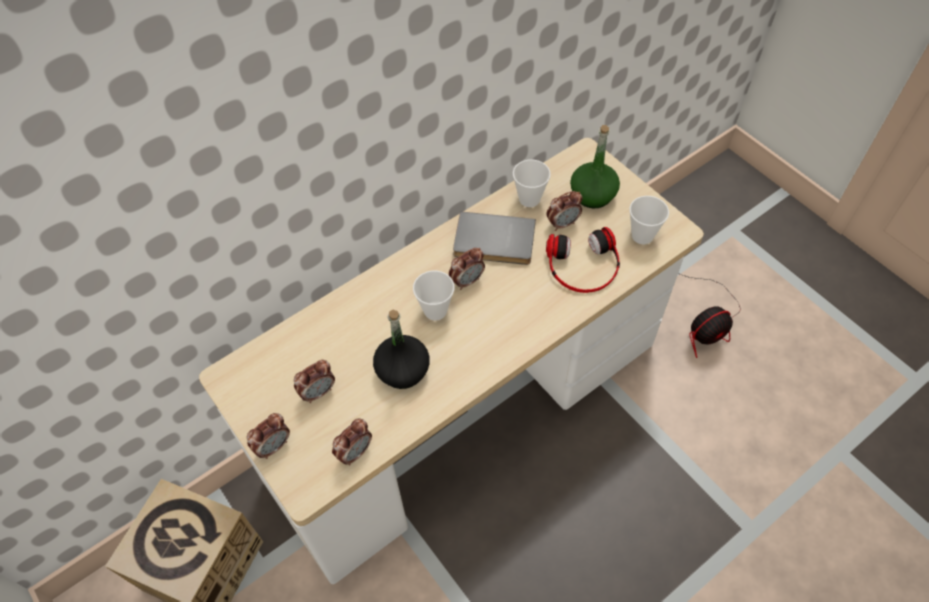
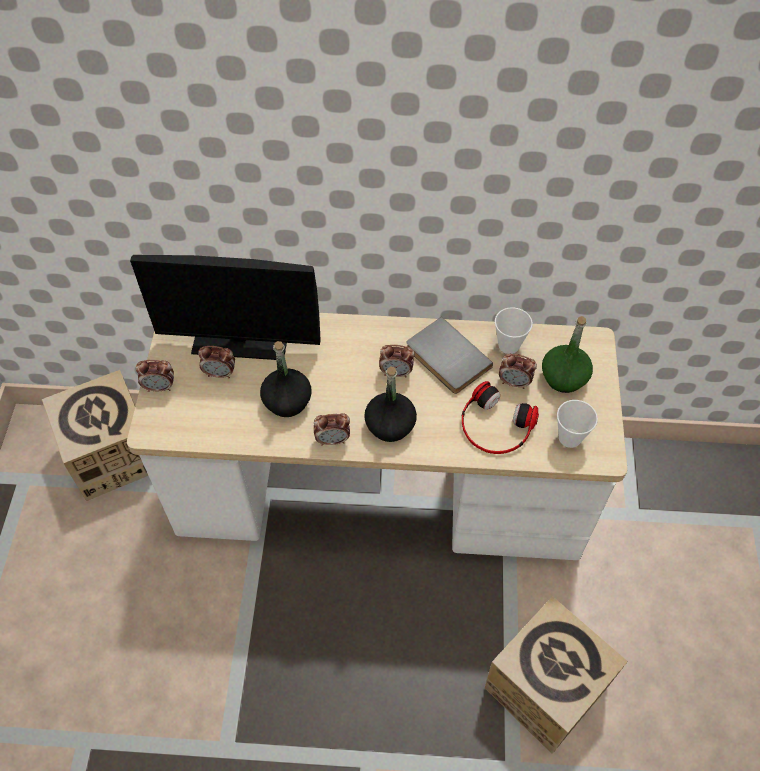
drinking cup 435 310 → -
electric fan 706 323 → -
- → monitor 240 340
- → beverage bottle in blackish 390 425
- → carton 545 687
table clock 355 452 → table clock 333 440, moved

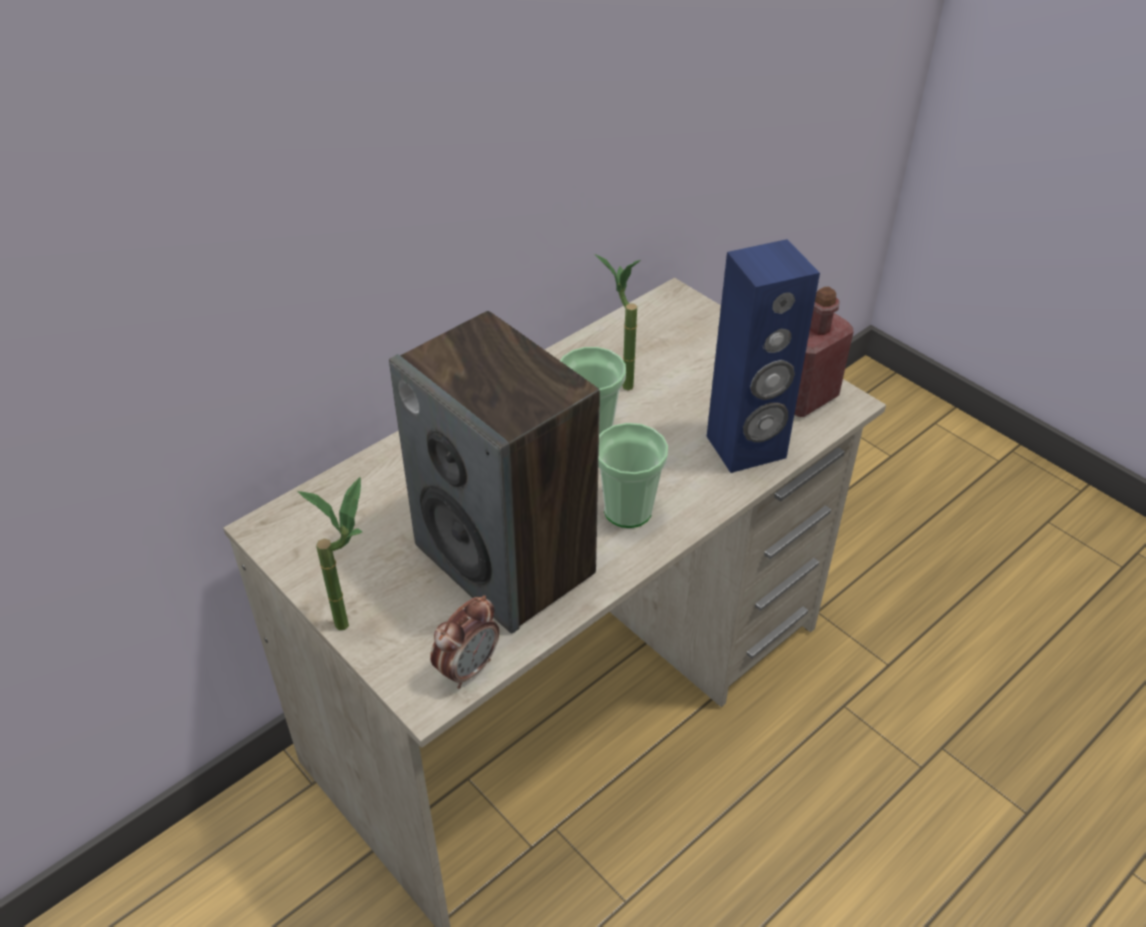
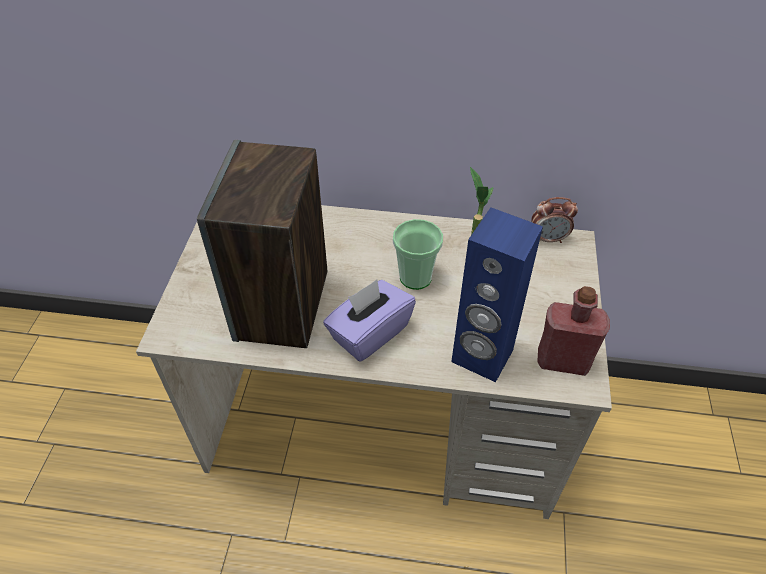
potted plant 356 620 → -
table clock 468 668 → table clock 548 239, moved
drinking cup 628 510 → box of tissues in purple 369 333

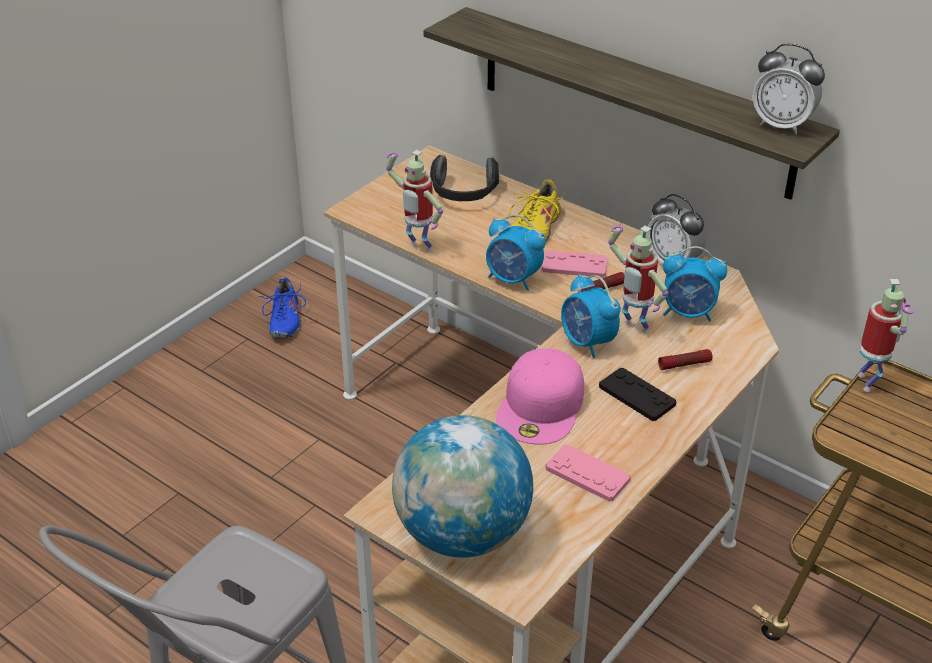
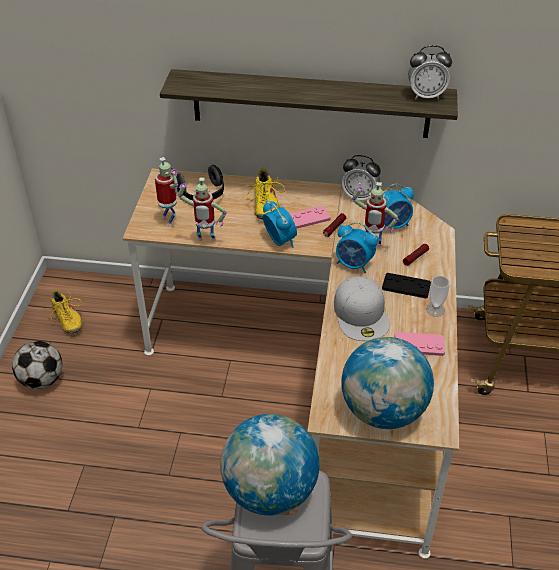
- → football 42 380
- → desk globe 269 491
- → drinking cup 435 310
toy robot 869 383 → toy robot 170 221, moved
item of footwear in blue-coloured 284 320 → item of footwear in yellow-coloured 66 319
baseball cap in pinkish 542 406 → baseball cap in white 361 314
table clock 513 280 → table clock 280 241, 120 degrees counterclockwise

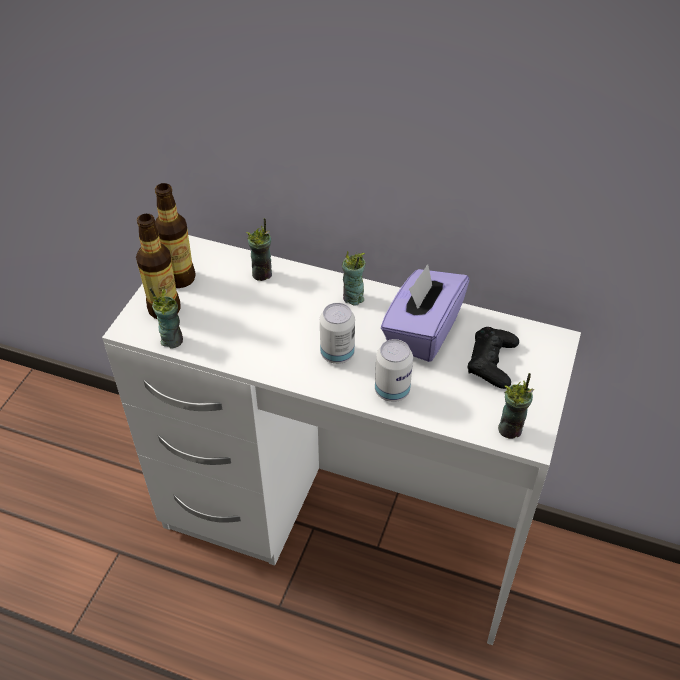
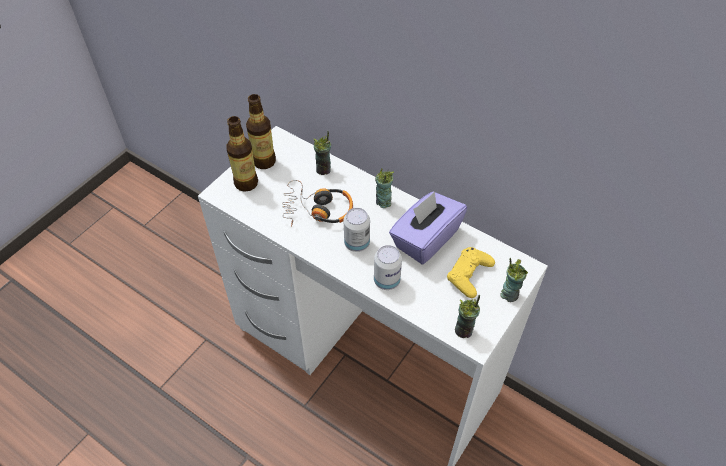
- → headphones 317 210
drinking cup 172 340 → drinking cup 509 294, moved
game controller in blackish 492 362 → game controller in yellow-coloured 469 275

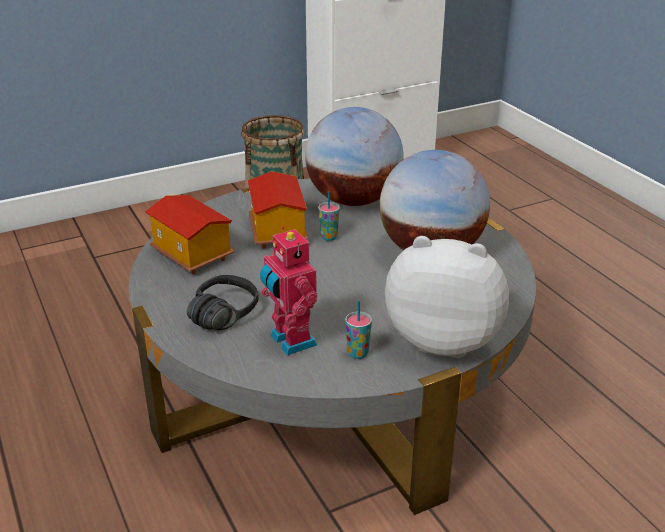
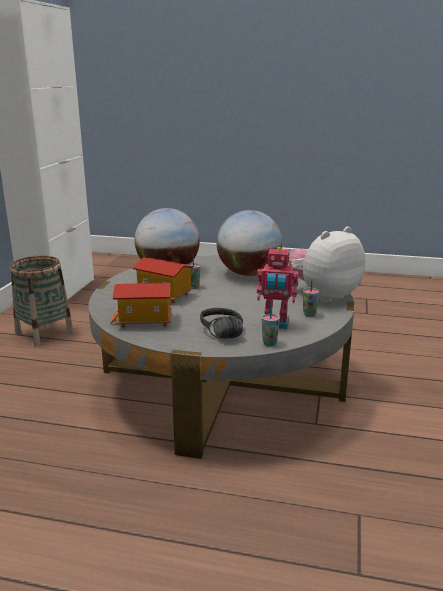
- → drinking cup 269 343

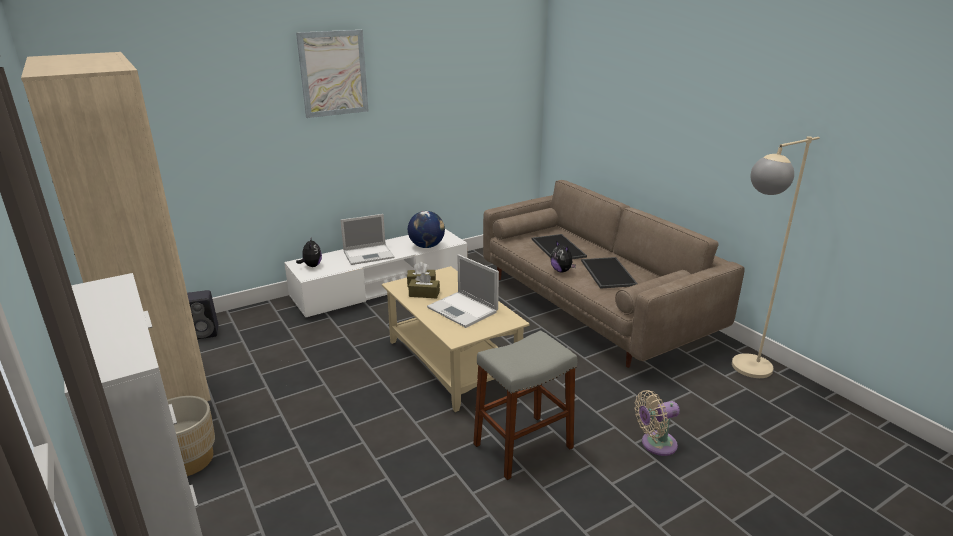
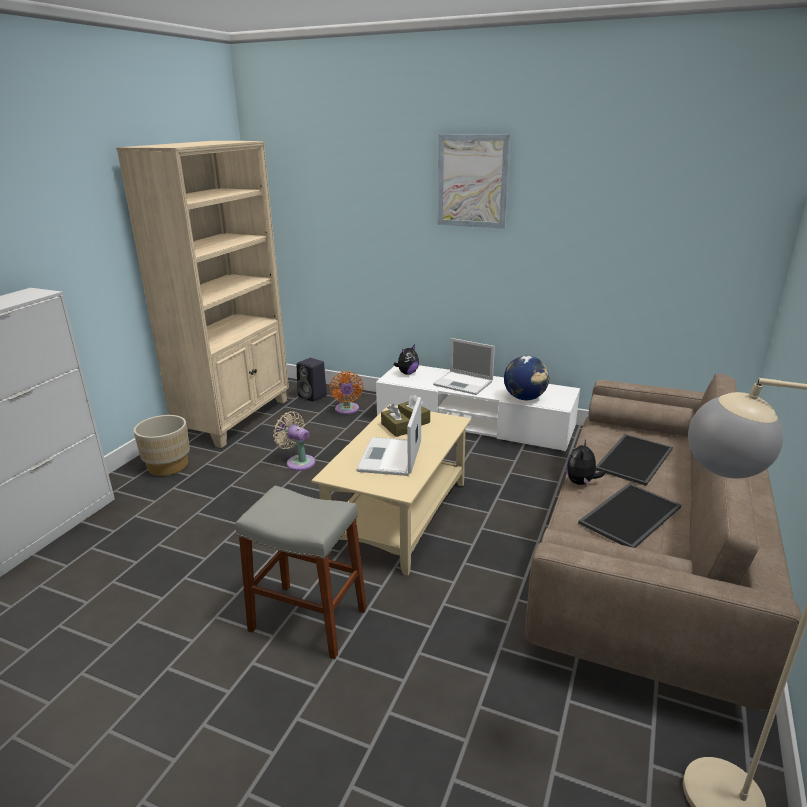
- → electric fan in orange-coloured 347 410
electric fan in beige 655 444 → electric fan in beige 298 462, moved

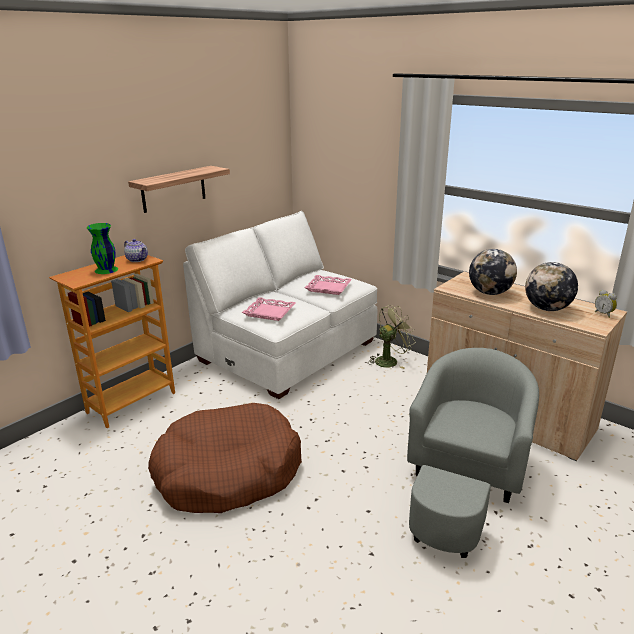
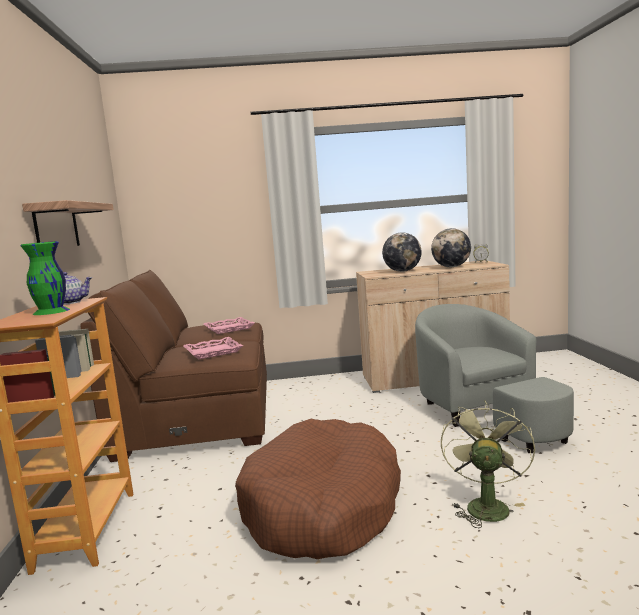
electric fan in green 390 360 → electric fan in green 485 505, moved
settee in white 288 351 → settee in brown 200 416

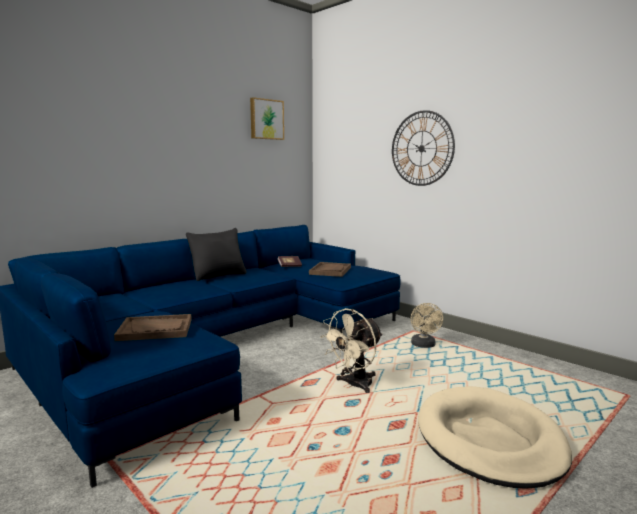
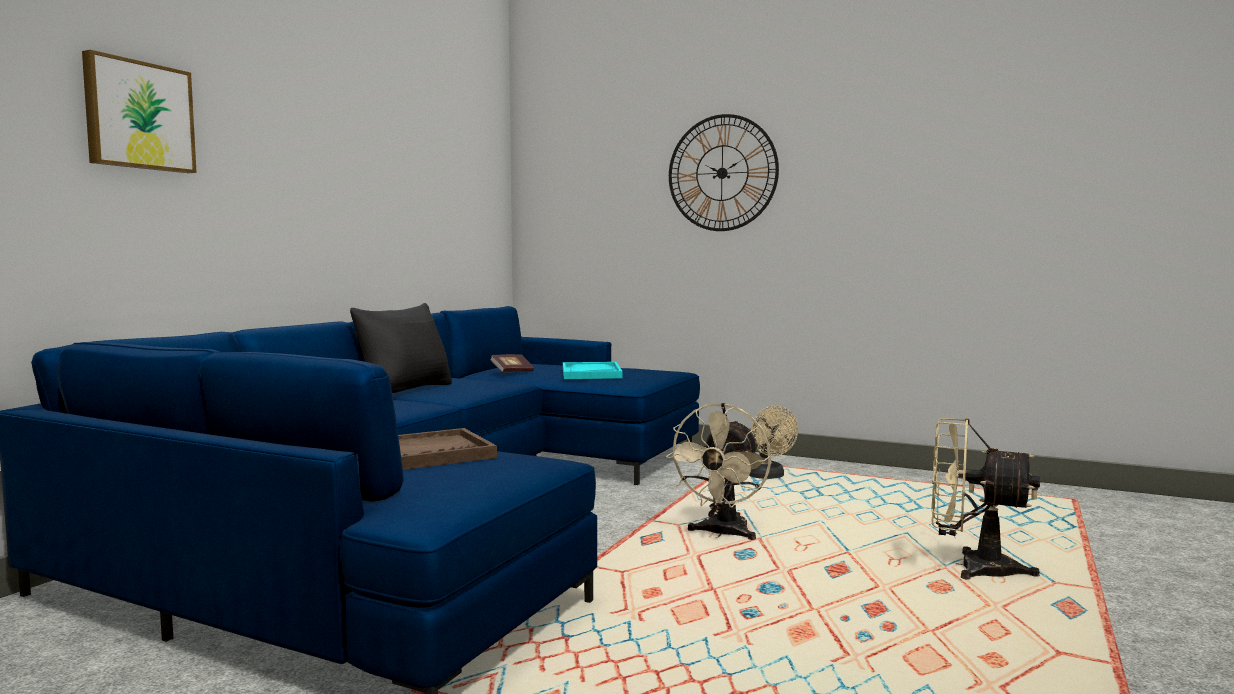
wall picture 266 119 → wall picture 138 116, moved
dog bed in beige 489 440 → electric fan in beige 972 568
carrying tray in brown 330 271 → carrying tray in turquoise-coloured 591 373

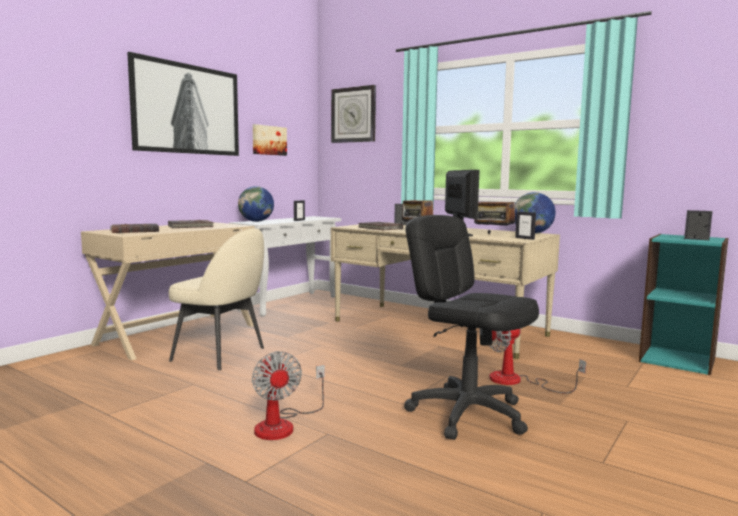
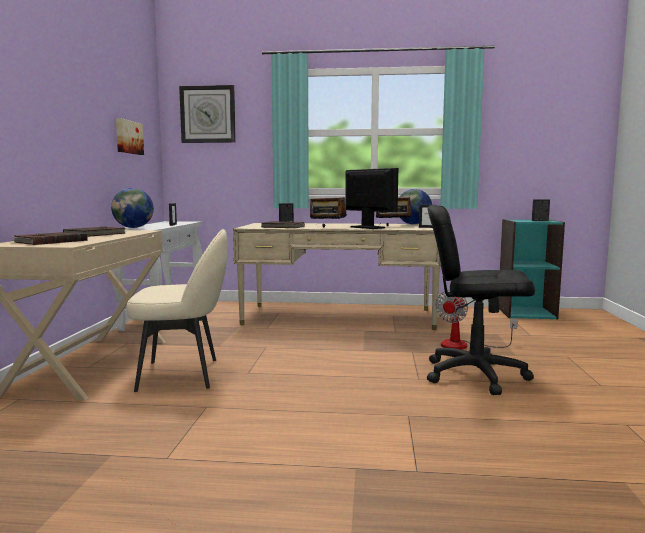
wall picture 187 109 → -
electric fan 283 424 → -

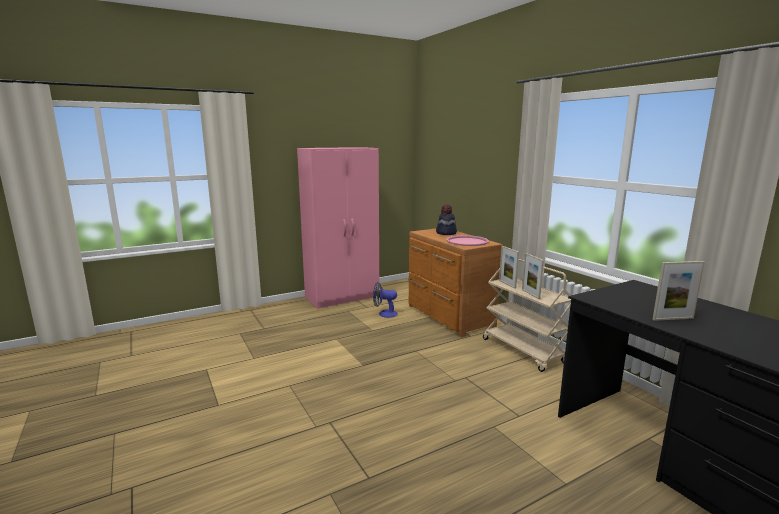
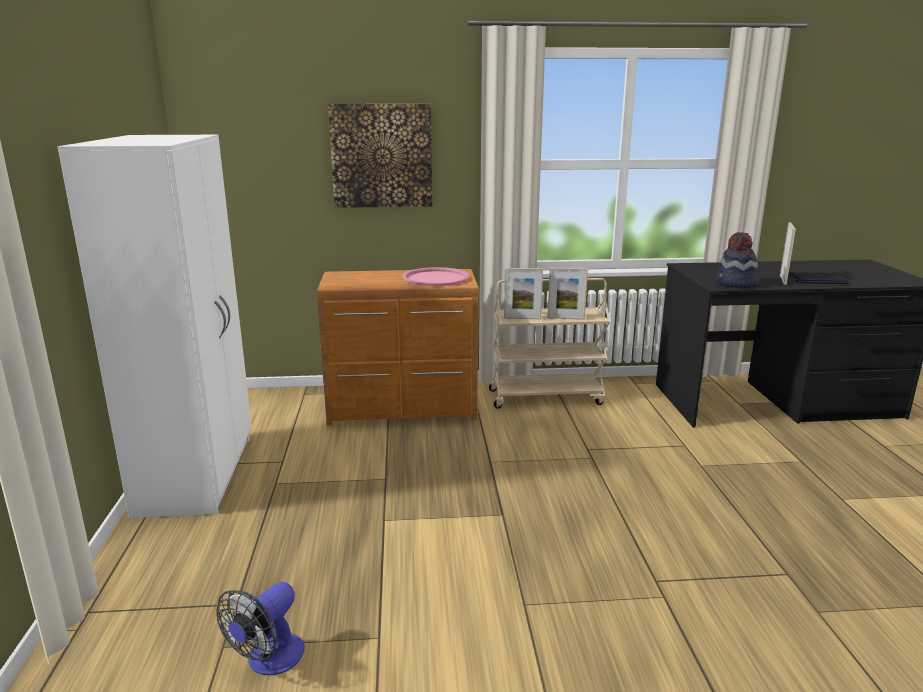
- → wall picture 381 156
- → notebook computer 817 280
electric fan 384 314 → electric fan 268 661, moved
clothing hat 446 233 → clothing hat 736 284, moved
armoire in pinkish 343 297 → armoire in white 198 474

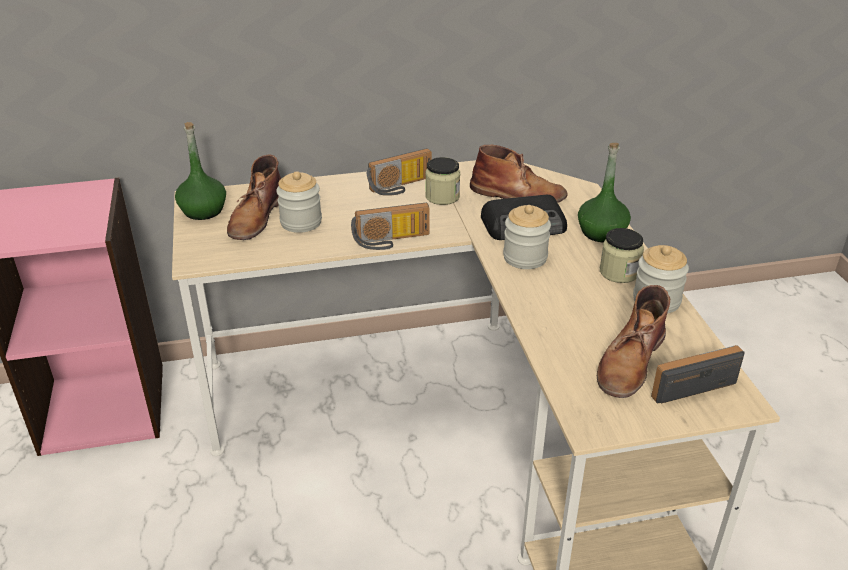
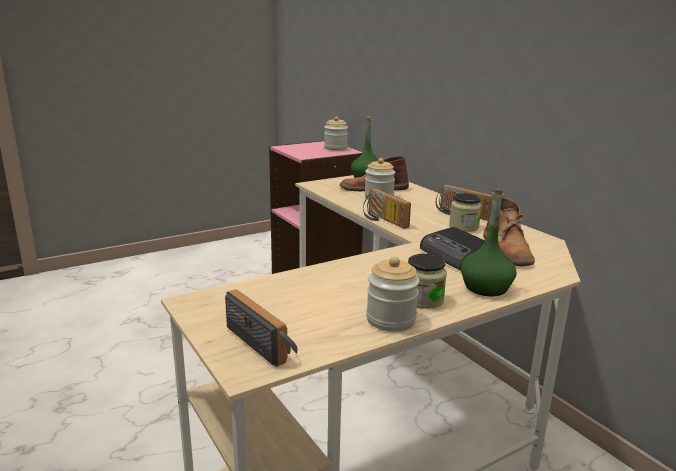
boot in brown 630 361 → -
preserve jar 525 257 → preserve jar 335 148, moved

